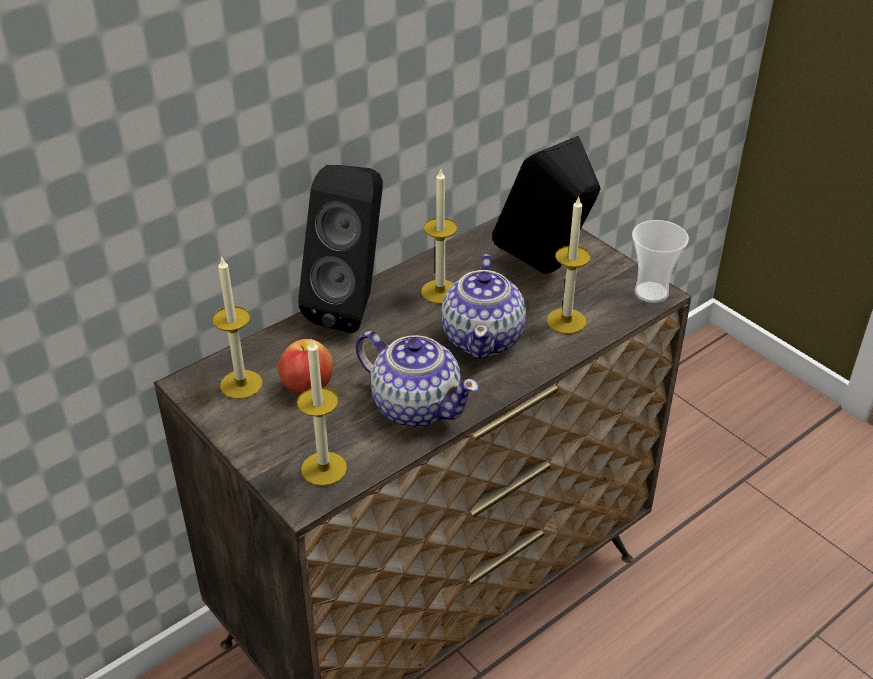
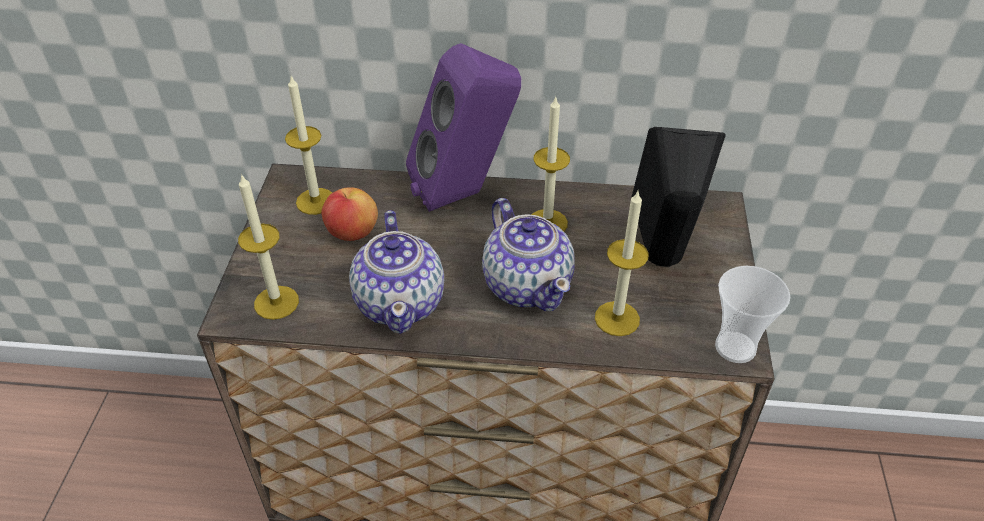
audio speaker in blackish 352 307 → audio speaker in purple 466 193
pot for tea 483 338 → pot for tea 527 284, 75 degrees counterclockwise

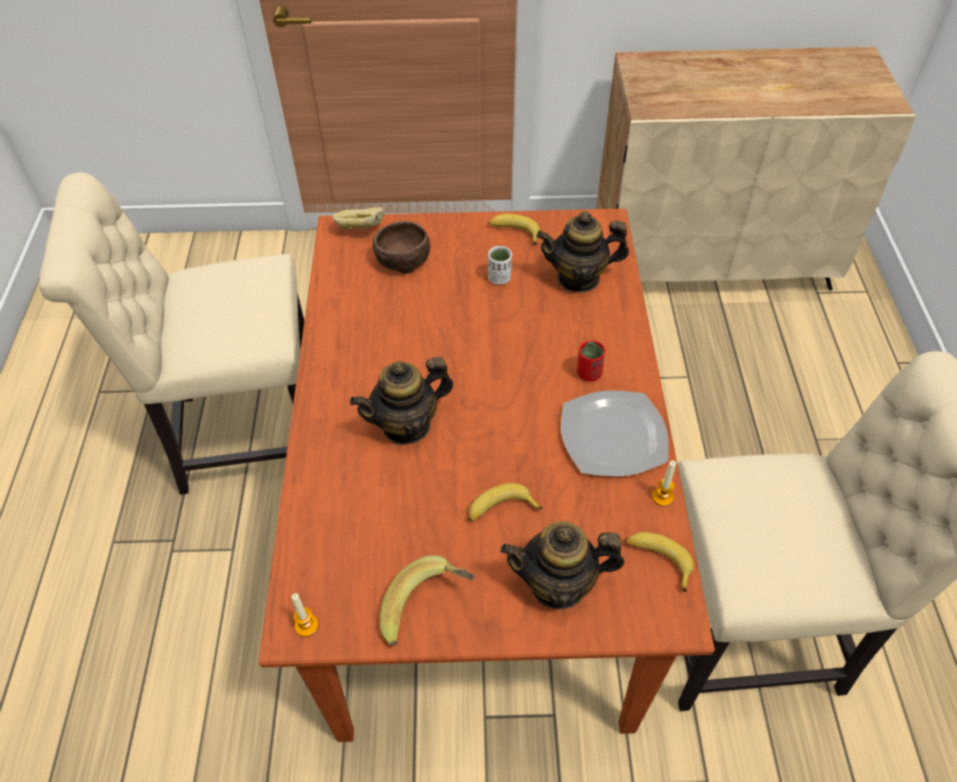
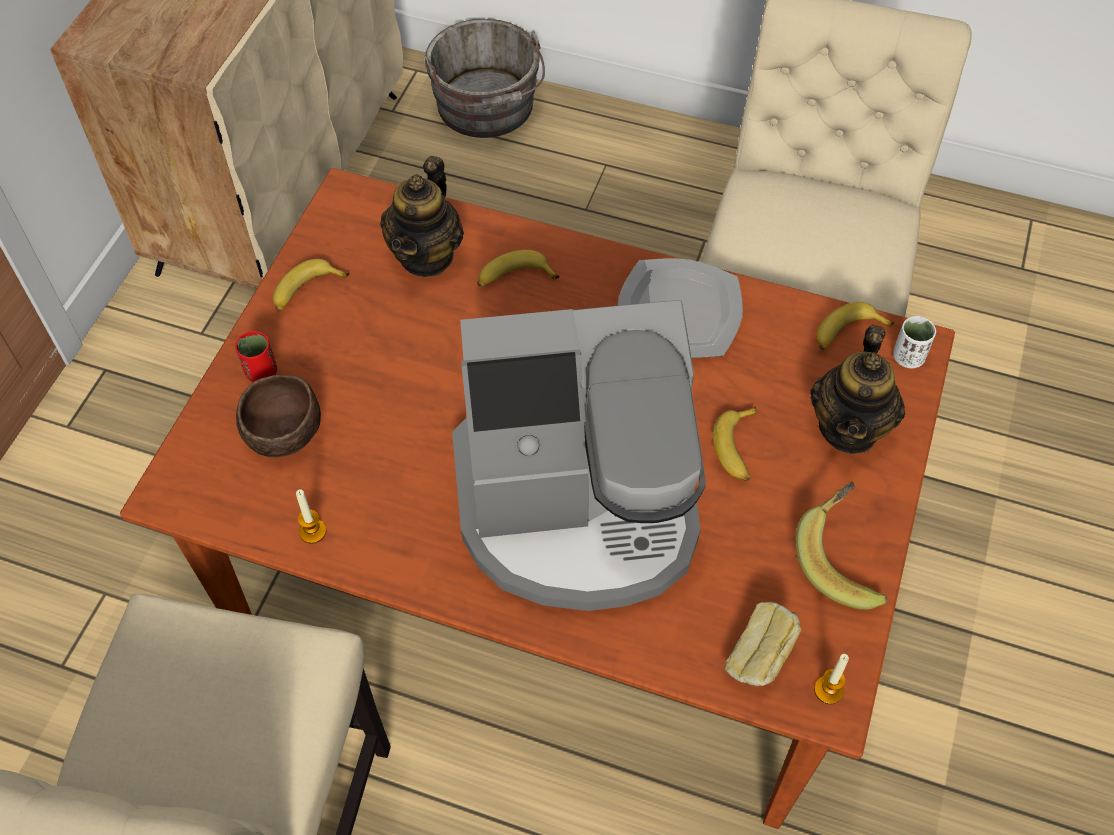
- → bucket in grey 487 108
- → banana fruit 514 278
bread 360 231 → bread 759 657, moved
drinking cup in white 499 278 → drinking cup in white 908 357, moved
drinking cup in red-coloured 589 373 → drinking cup in red-coloured 261 372, moved
wax light 662 497 → wax light 313 531, moved
pot for tea 407 425 → coffee brewer 579 508

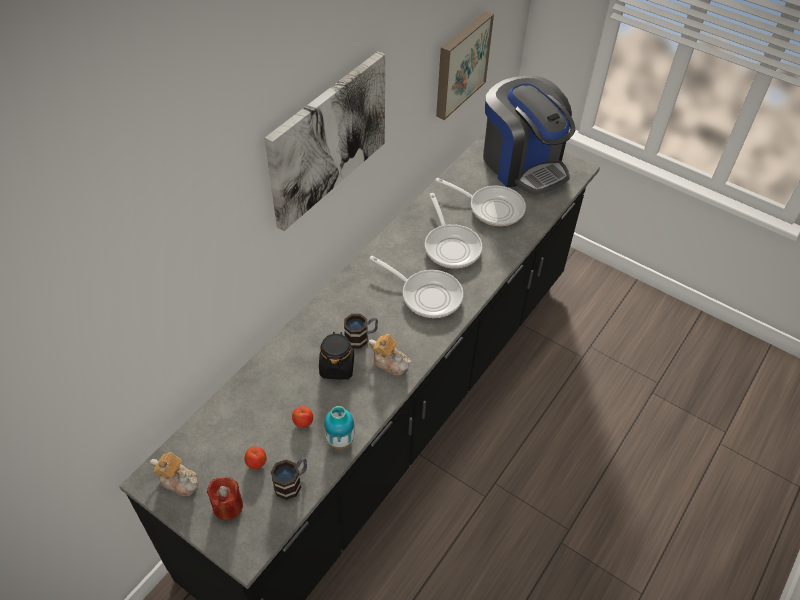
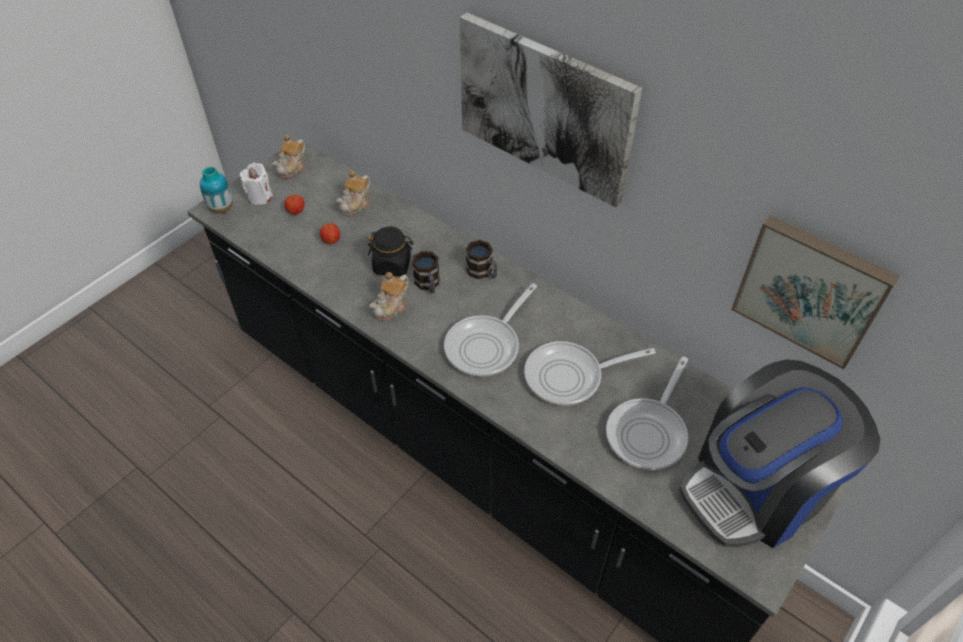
- → pot for tea 356 205
coffee mug 292 482 → coffee mug 483 272, moved
vase 340 440 → vase 221 208, moved
wax light in red-coloured 228 506 → wax light in white 260 197

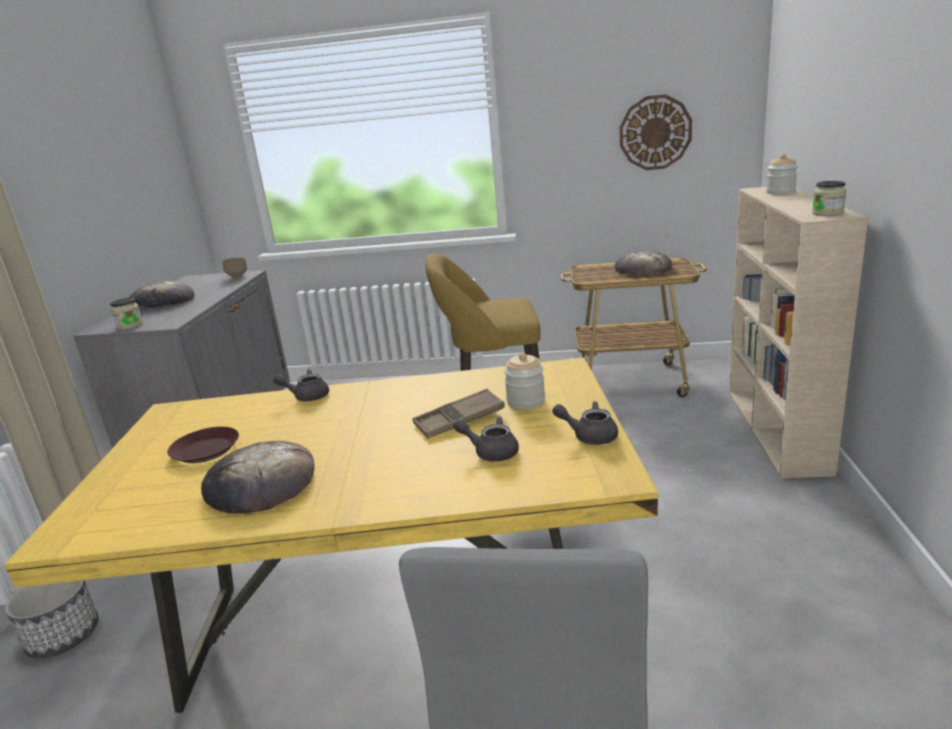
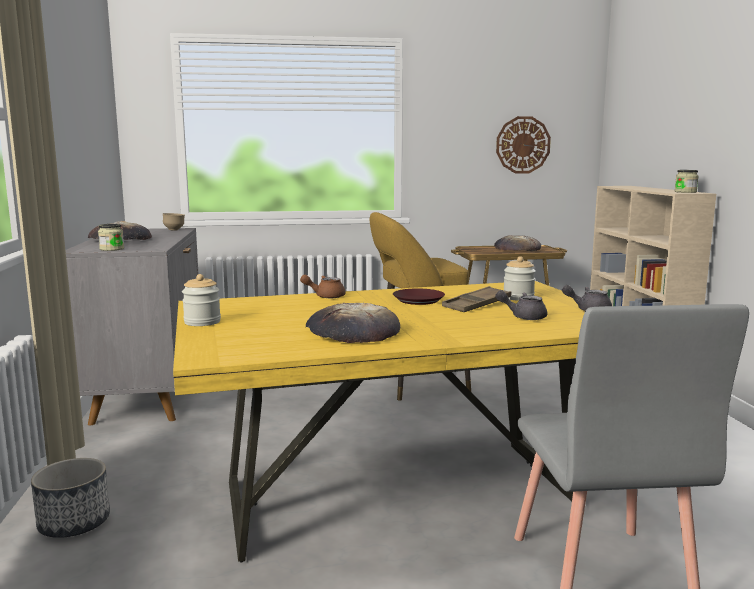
flat dish in brown 206 450 → flat dish in brown 418 300, moved
preserve jar 780 192 → preserve jar 202 322, moved
pot for tea in grey 307 396 → pot for tea in brown 325 296

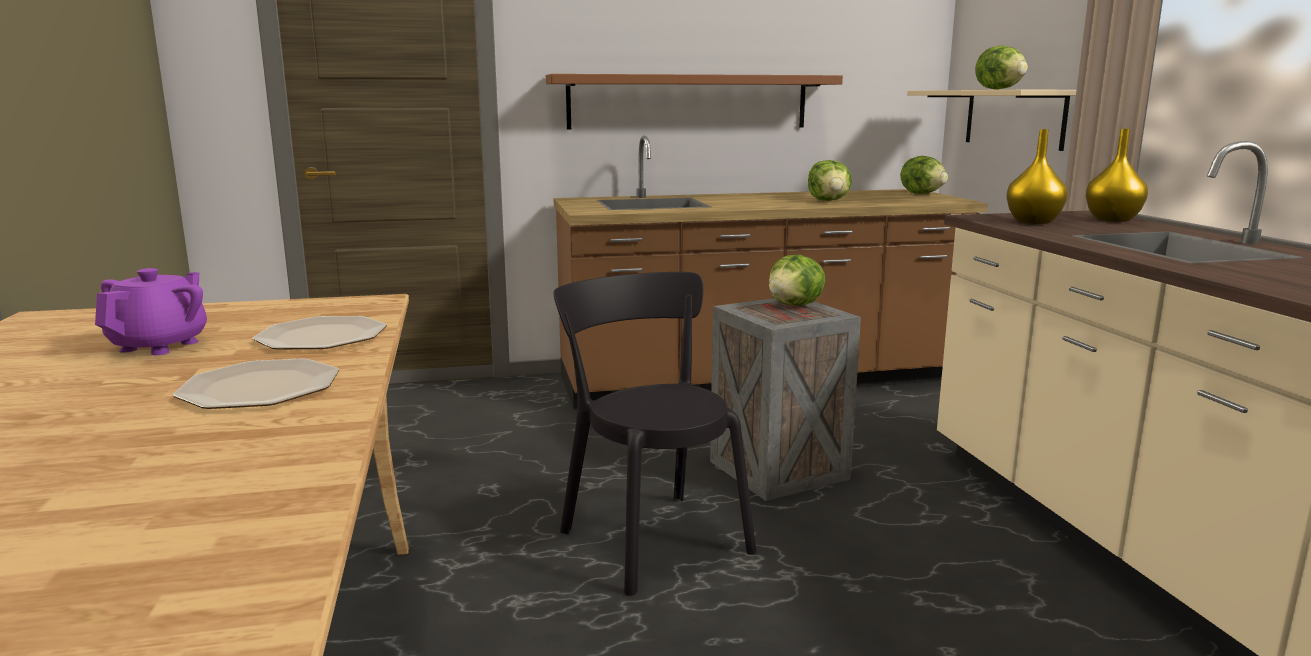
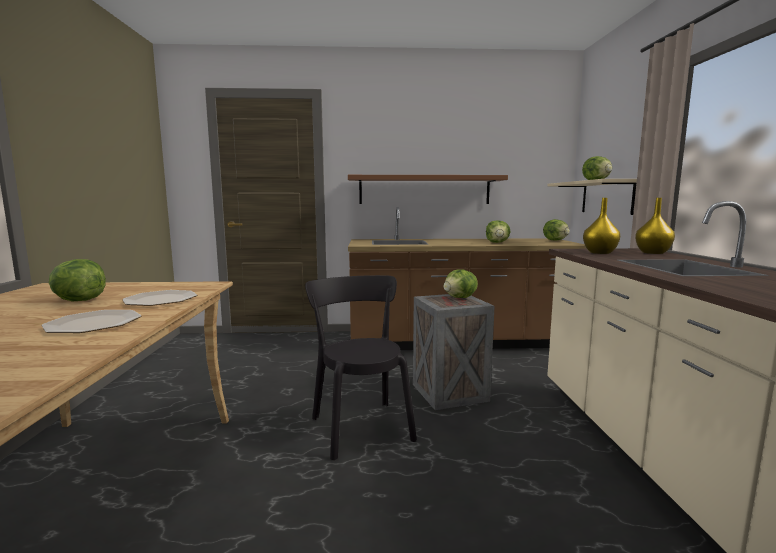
pot for tea in purple 160 346 → lettuce head 79 300

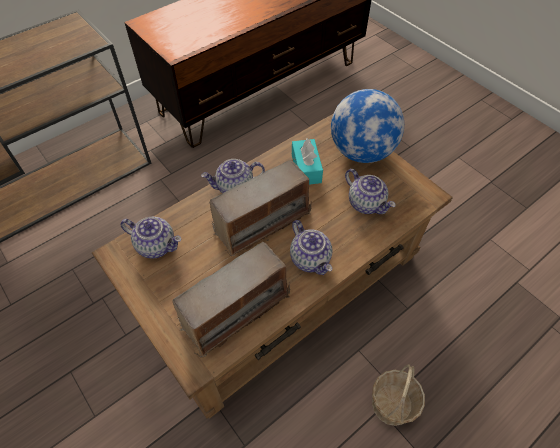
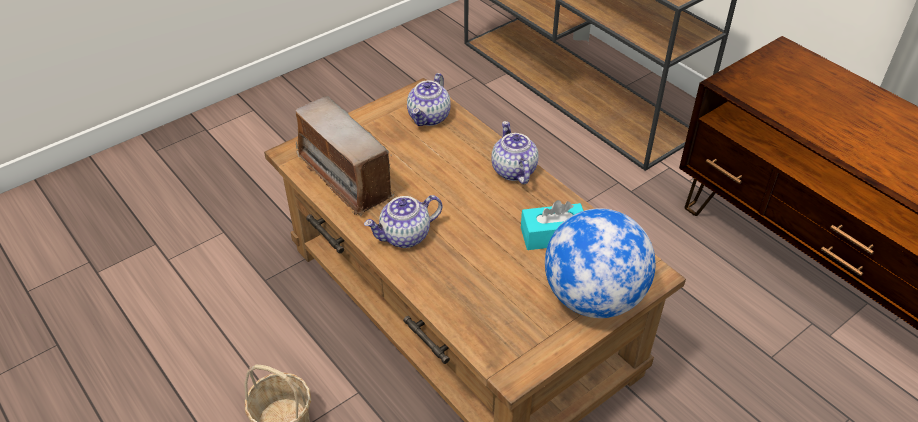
radio 262 222 → -
pot for tea 366 203 → -

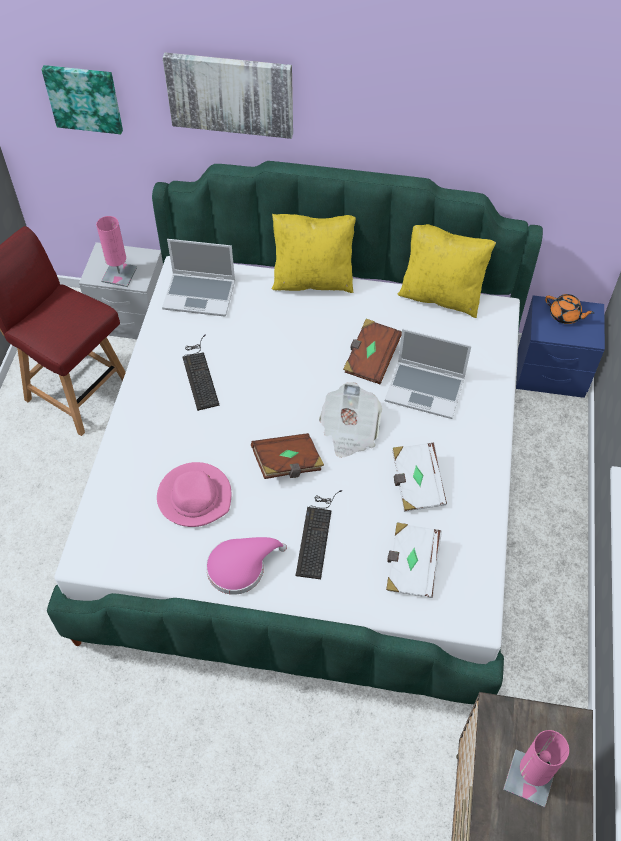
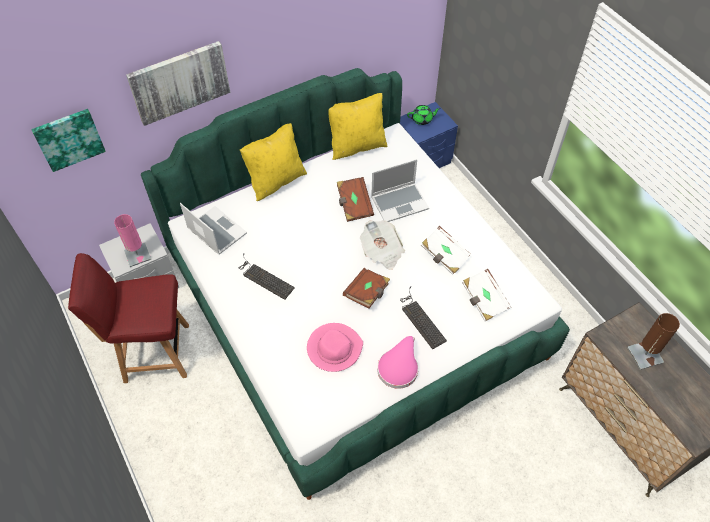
lamp for a table in pinkish 529 778 → lamp for a table in brown 645 355
pot for tea in orange-coloured 565 316 → pot for tea in green 422 119
notebook computer 200 295 → notebook computer 215 231, 105 degrees counterclockwise

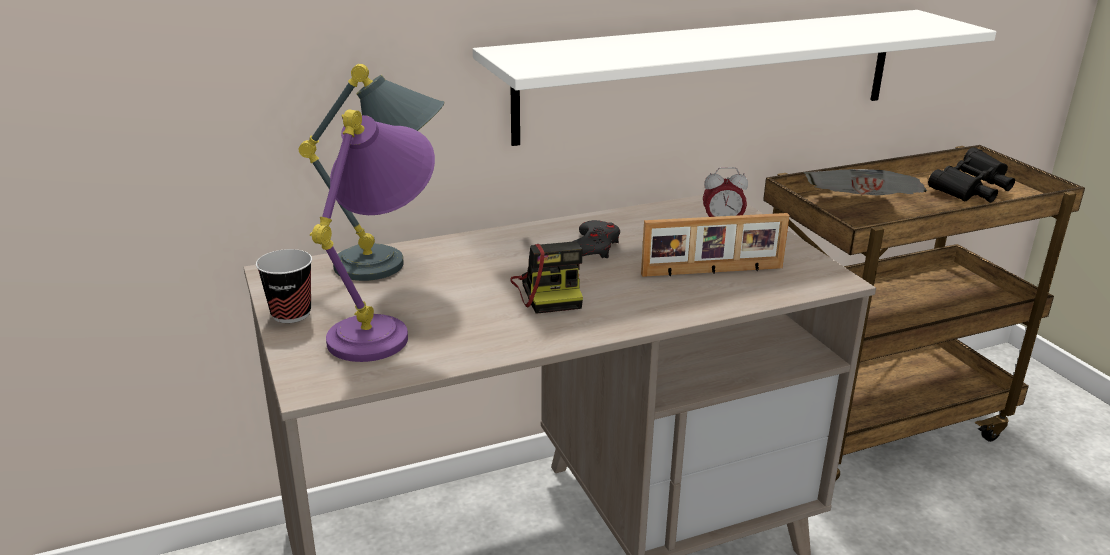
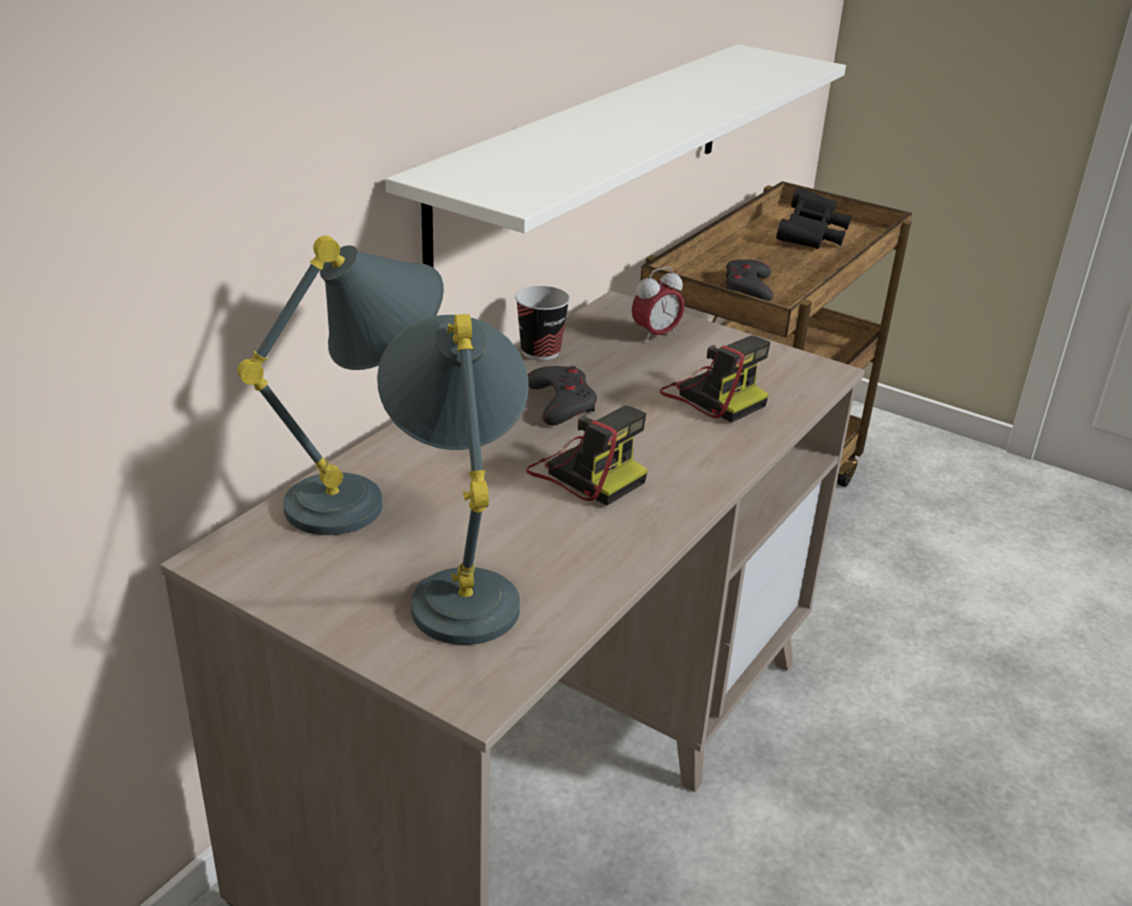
drinking cup 291 314 → drinking cup 540 352, moved
photo frame 712 272 → photo camera 712 396
daily paper 859 214 → game controller in grey 748 287
lamp for a table in purple 384 326 → lamp for a table in grey 461 583

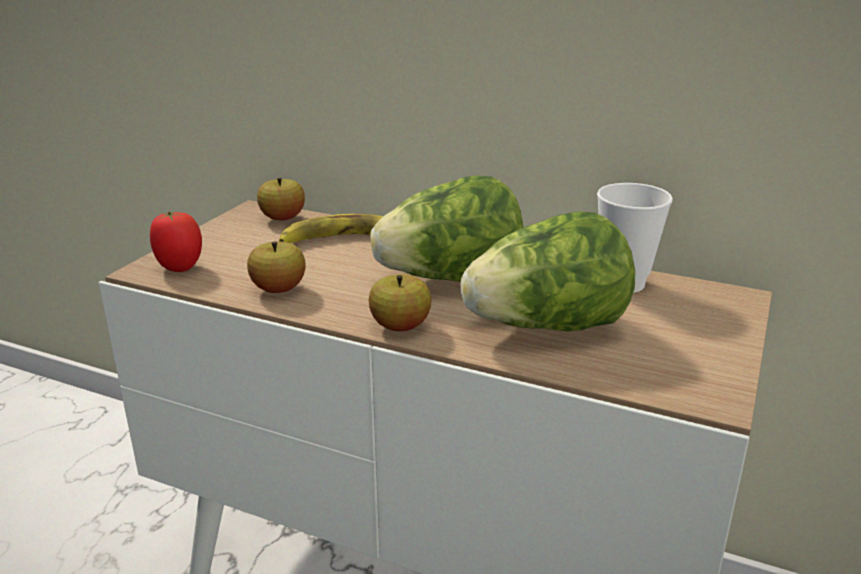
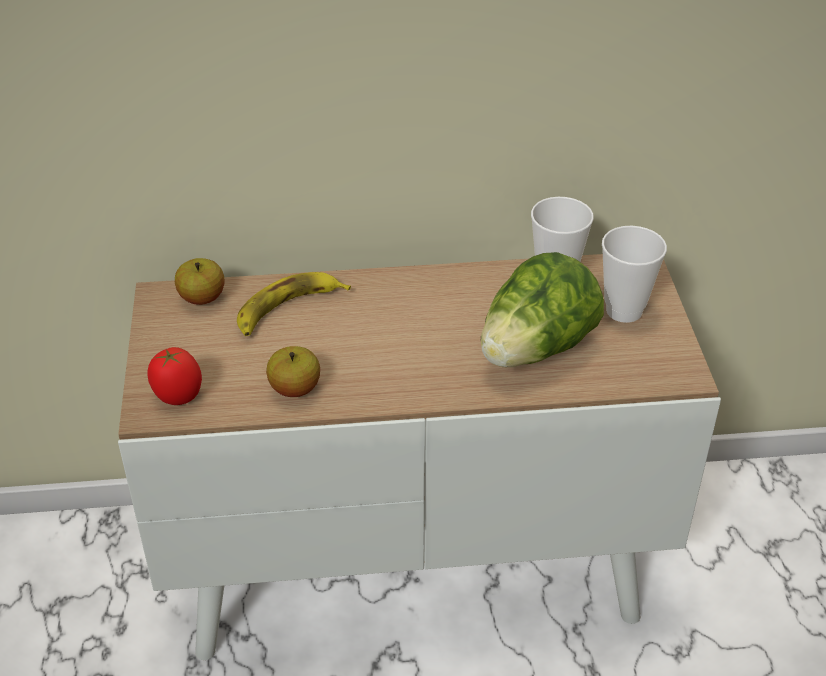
whole apple 400 326 → -
lettuce head 451 279 → -
- → drinking cup 624 310

